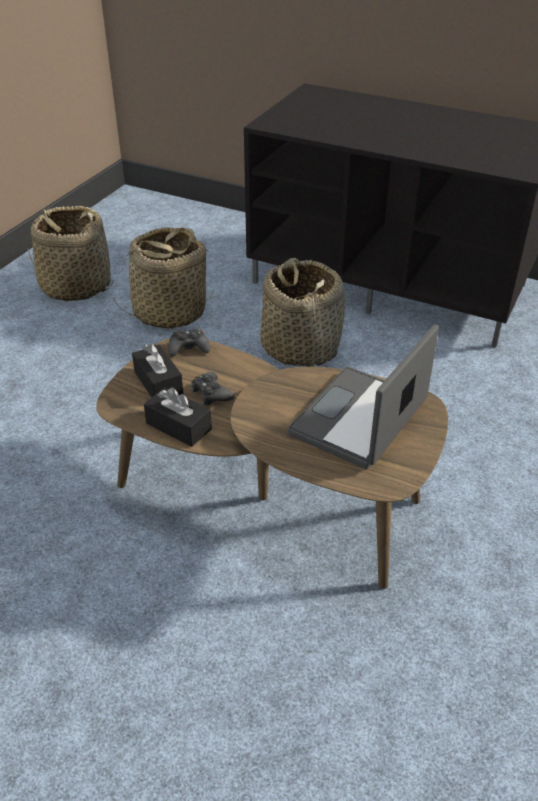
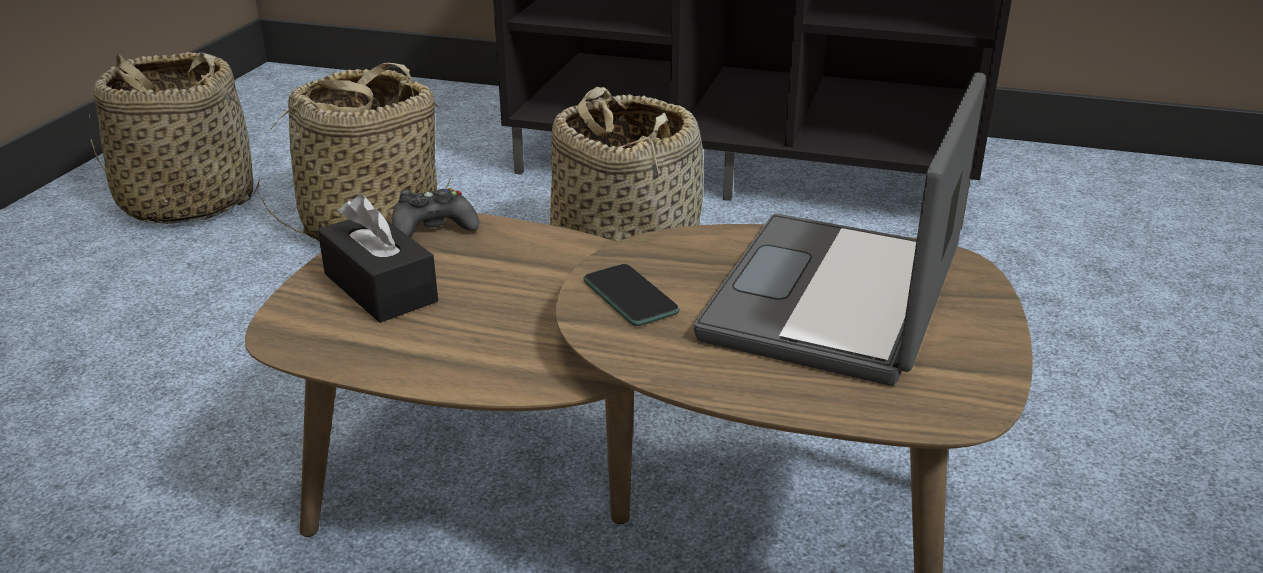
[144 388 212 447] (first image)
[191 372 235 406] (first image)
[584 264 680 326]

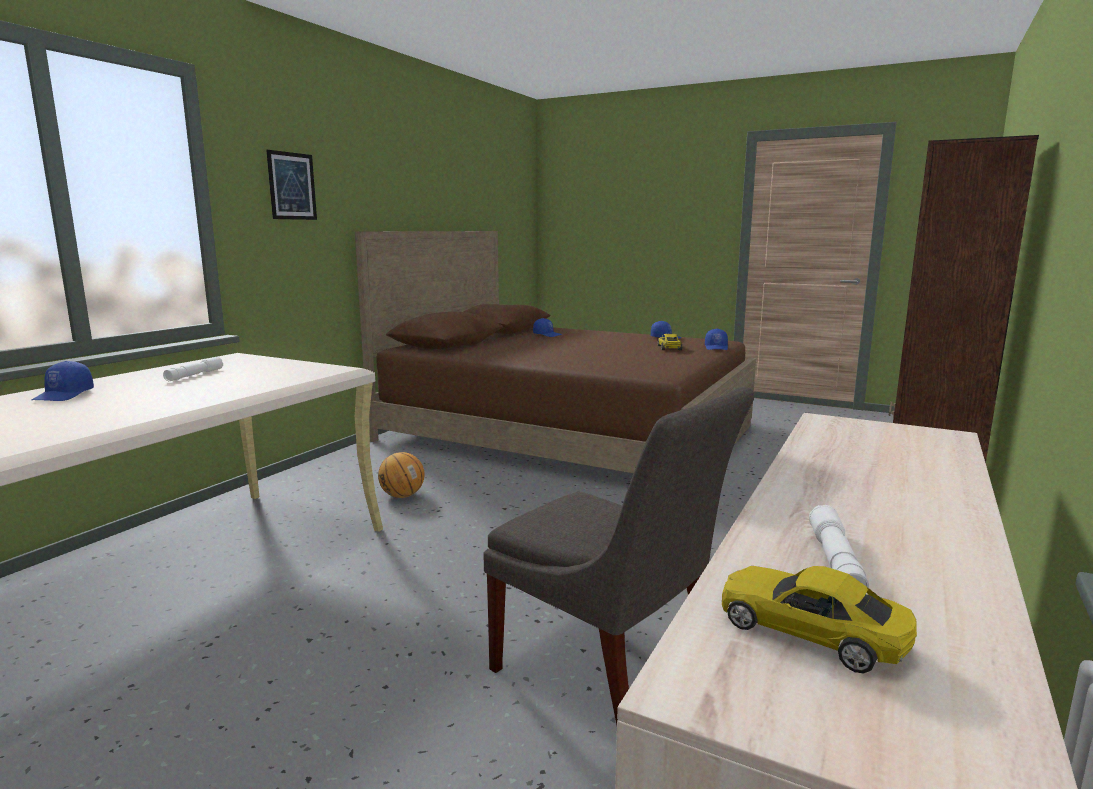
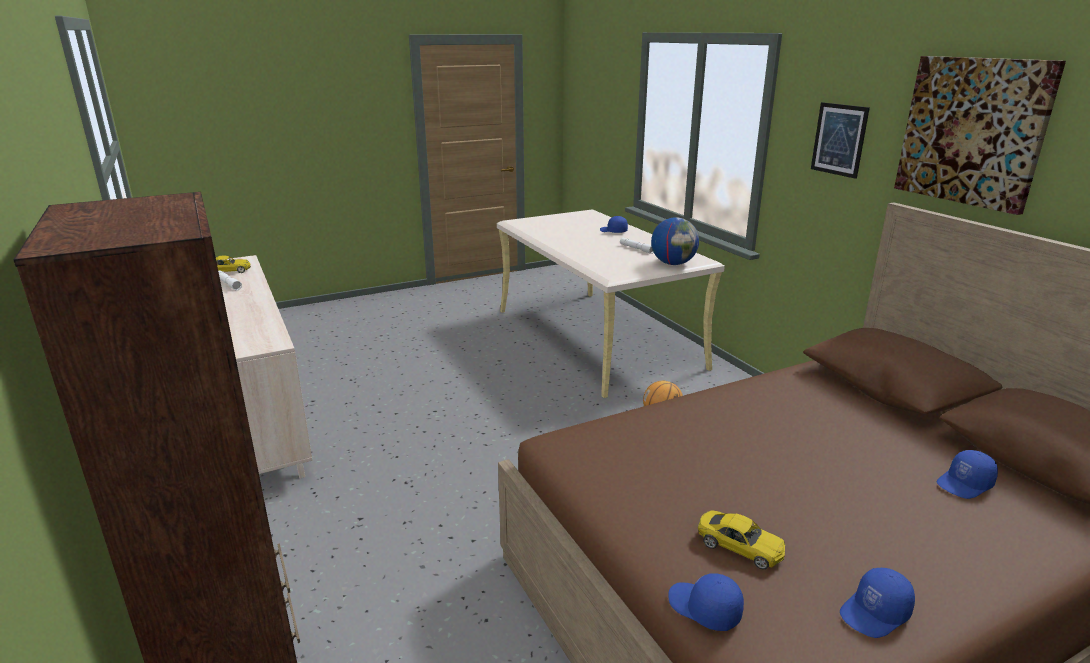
[483 387 754 725] (first image)
[651 217 699 265]
[894 56 1066 215]

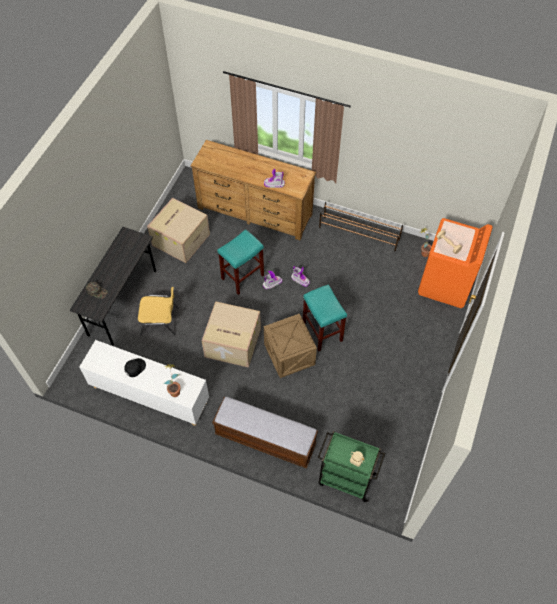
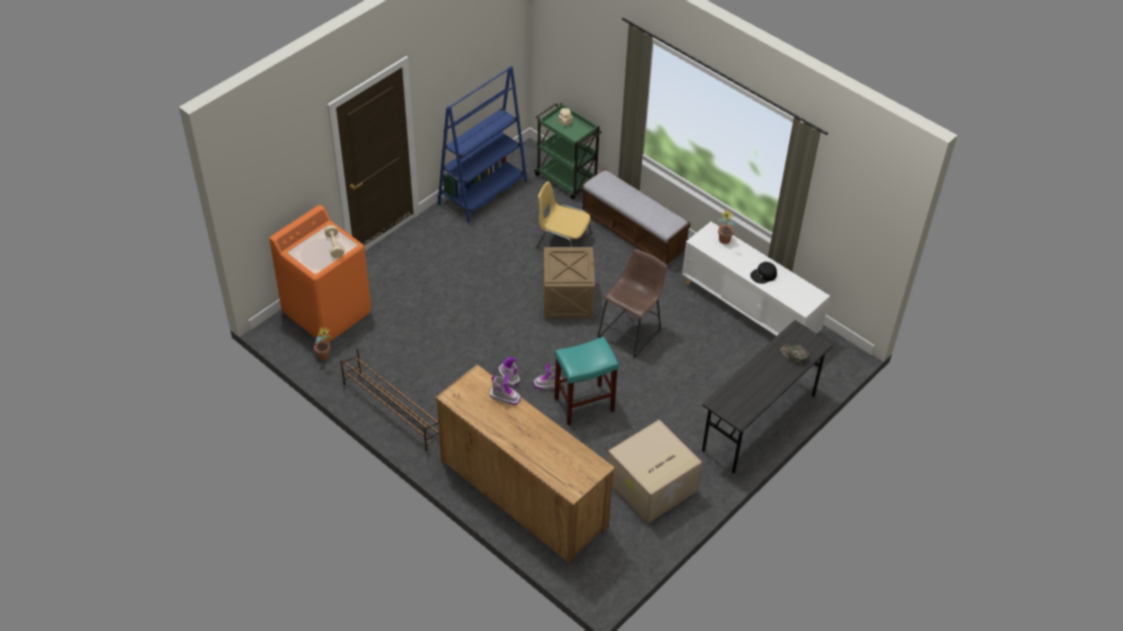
[536 181 593 248]
[598 249 667 358]
[303 284 347 351] (first image)
[437 66 527 223]

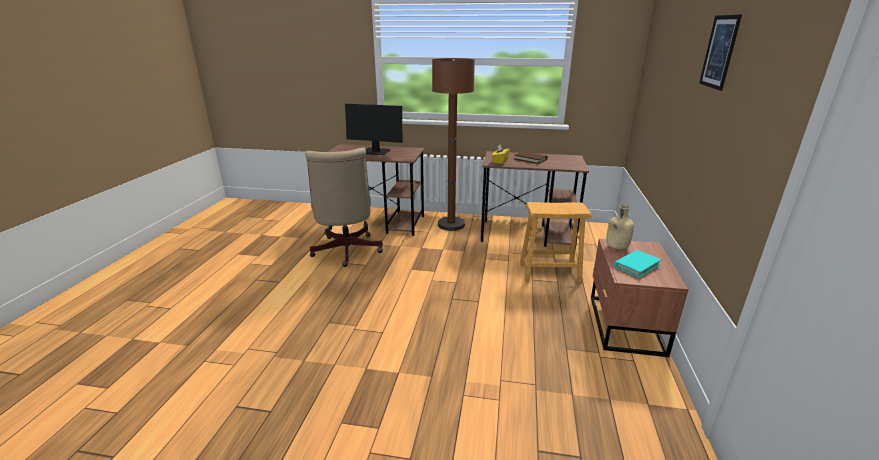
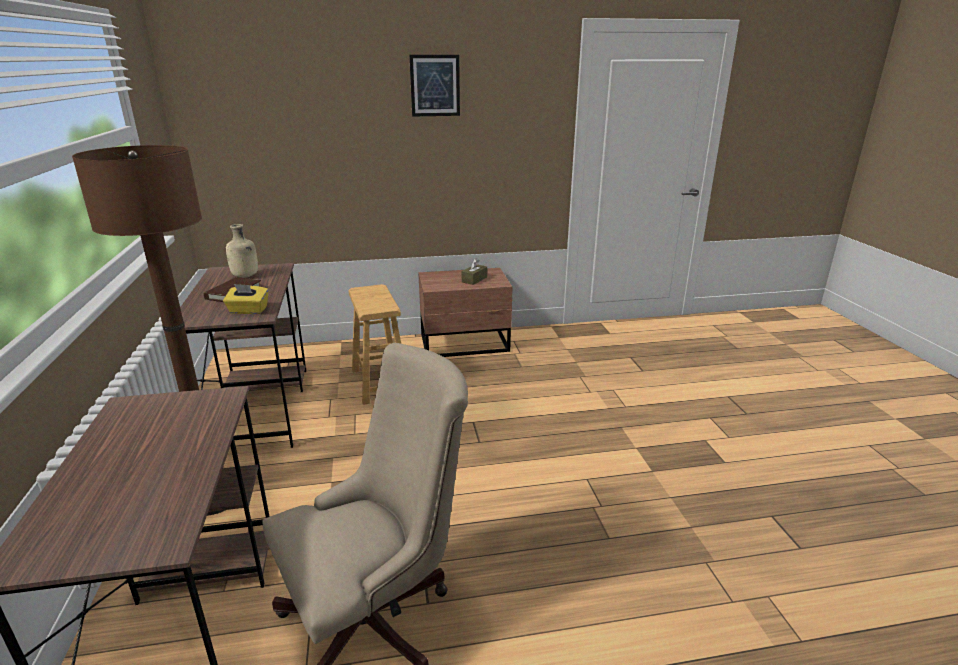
[345 104 402 155] (first image)
[226 224 258 278]
[462 258 487 285]

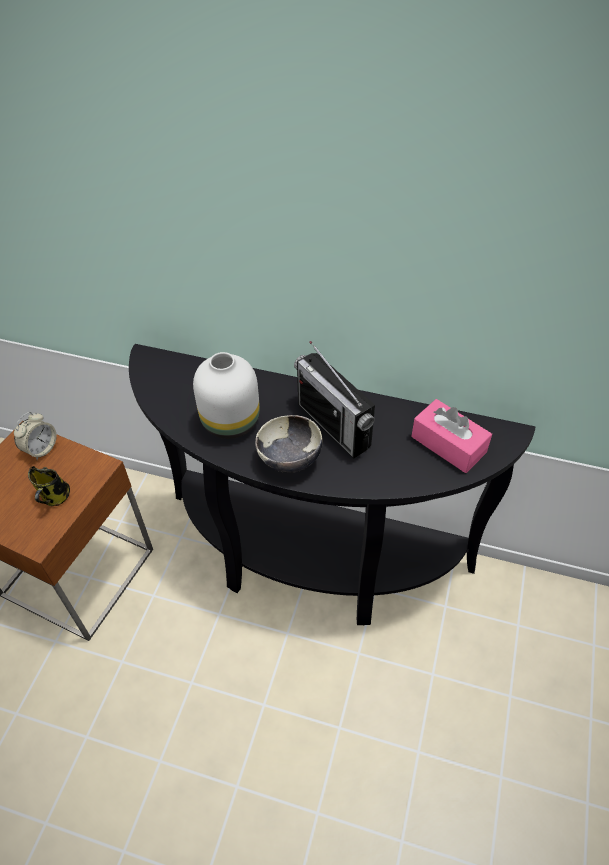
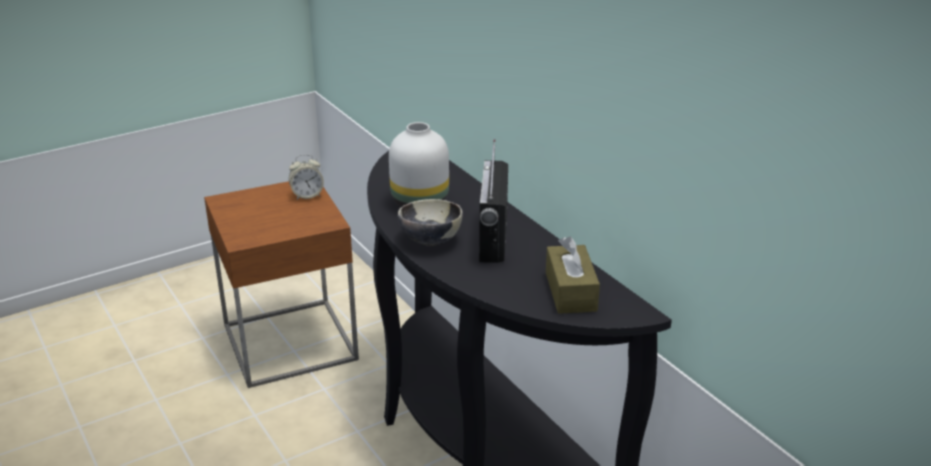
[28 466 70 506] (first image)
[546 237 600 314]

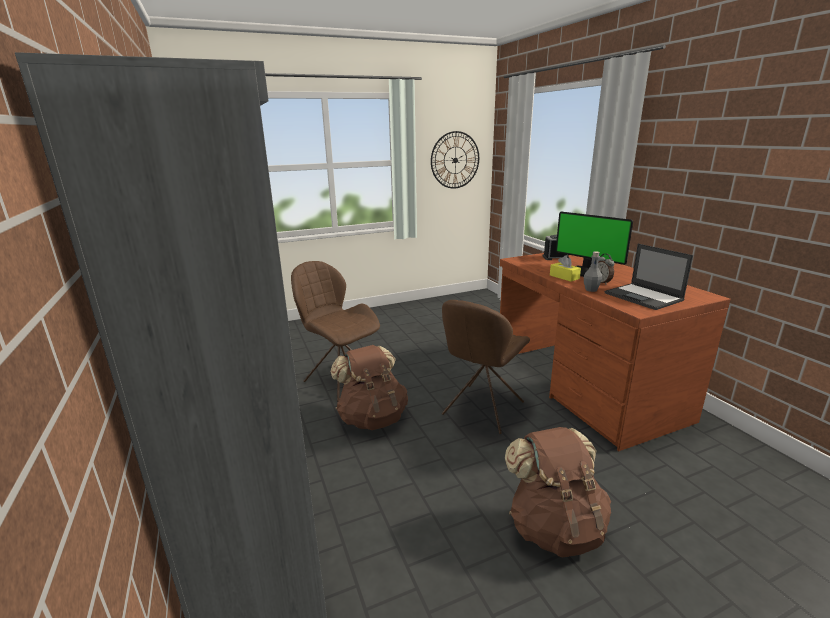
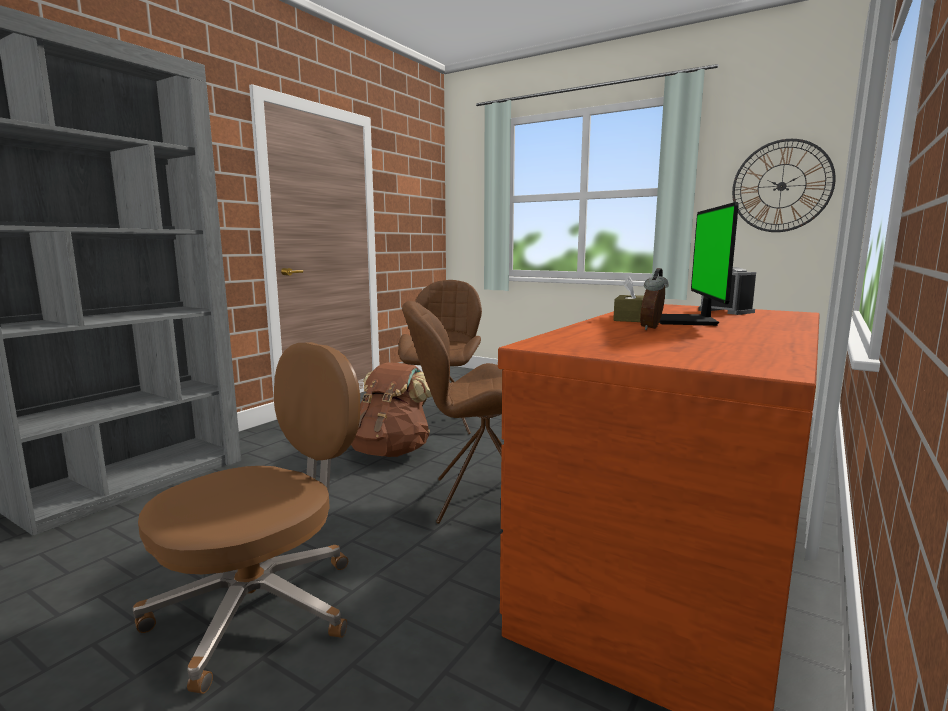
[133 342 360 694]
[613 277 644 322]
[584 251 602 292] (first image)
[605 244 693 310] (first image)

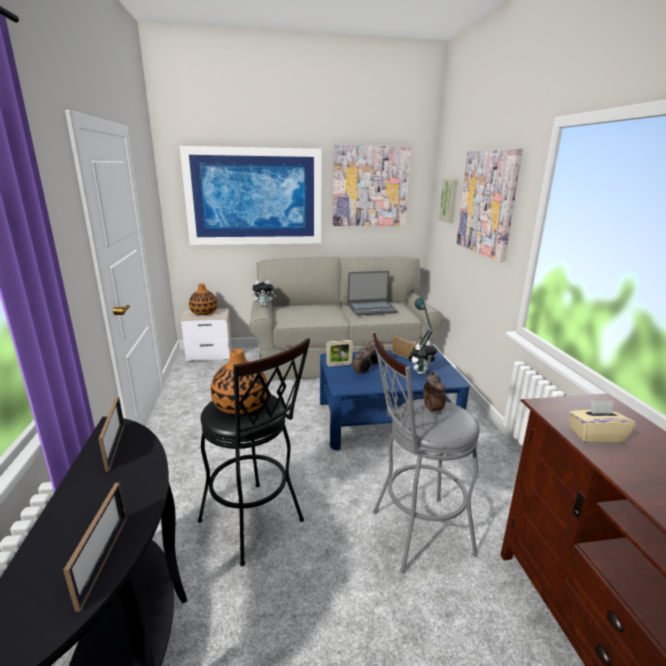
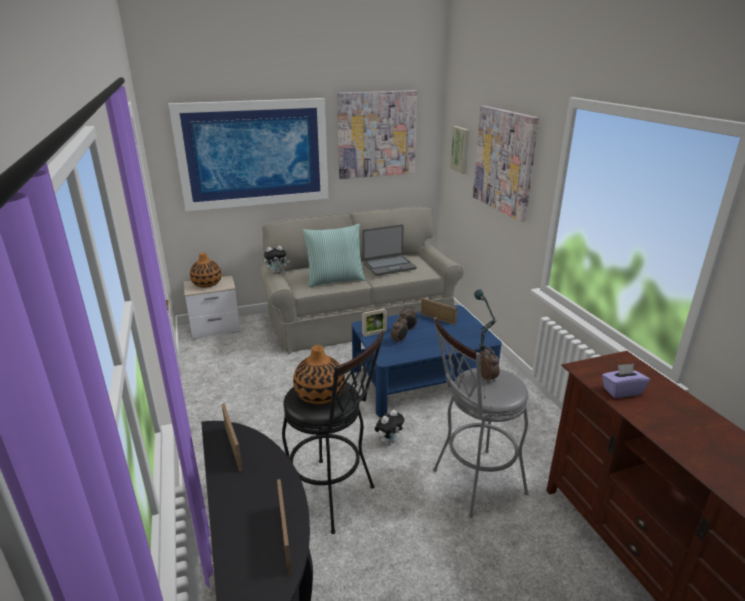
[375 410 404 445]
[602 364 650 398]
[302 224 366 287]

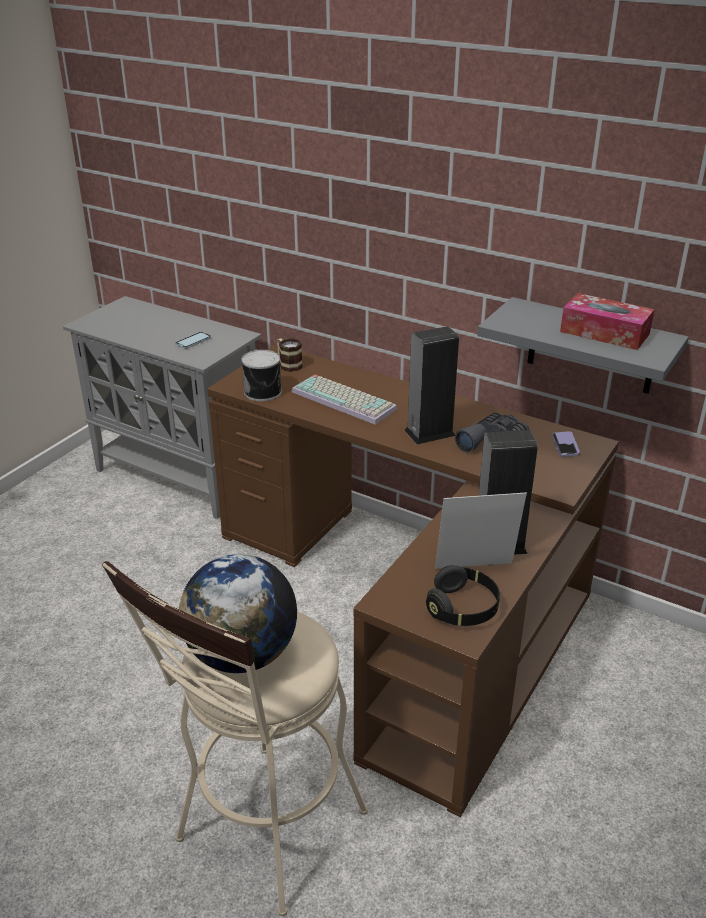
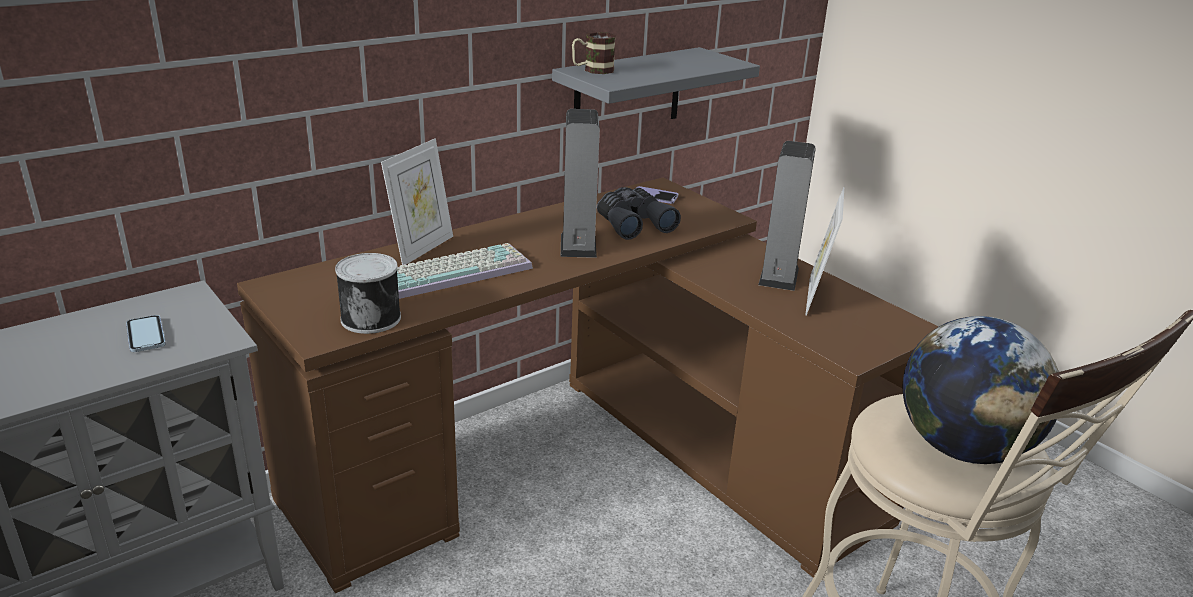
[572 32 616 74]
[426 565 500 626] (first image)
[560 293 654 350] (first image)
[381 138 453 265]

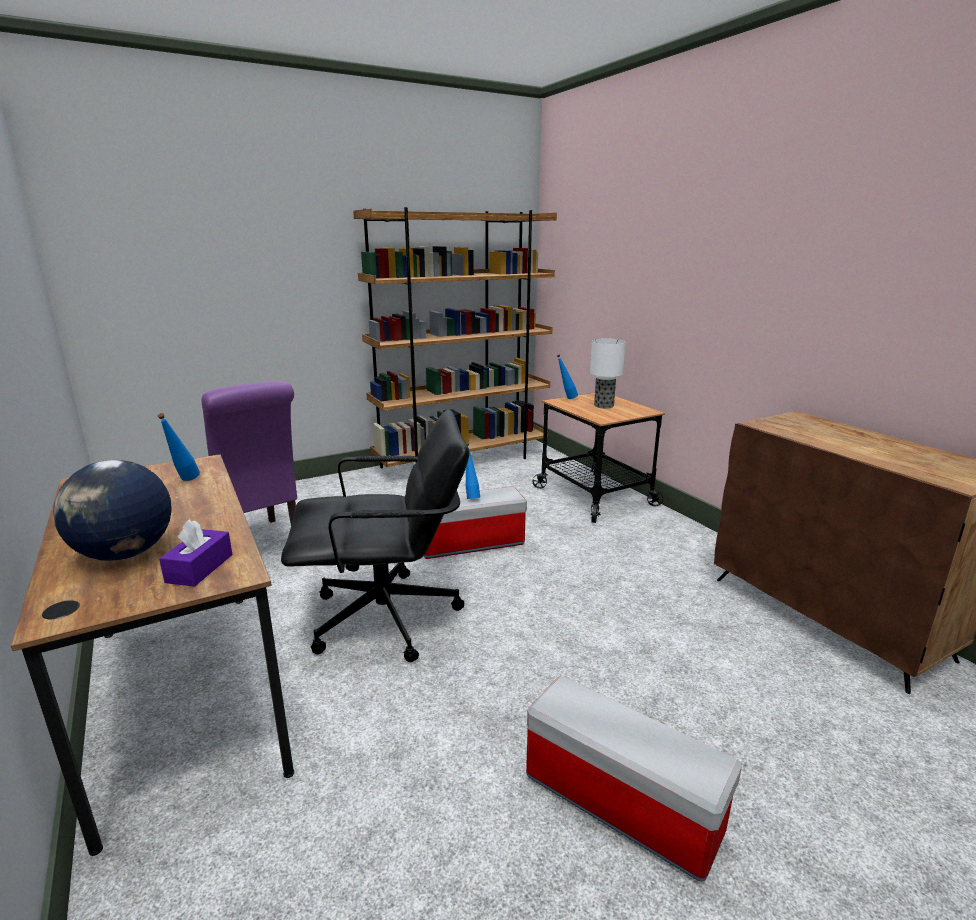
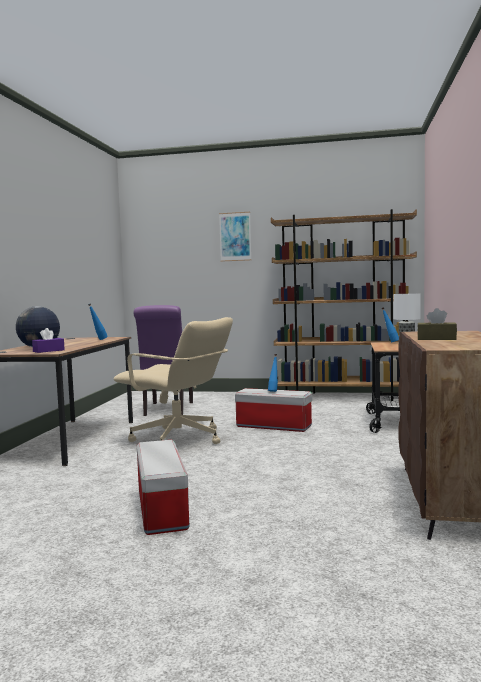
[113 317 233 444]
[219 212 251 262]
[417 308 457 340]

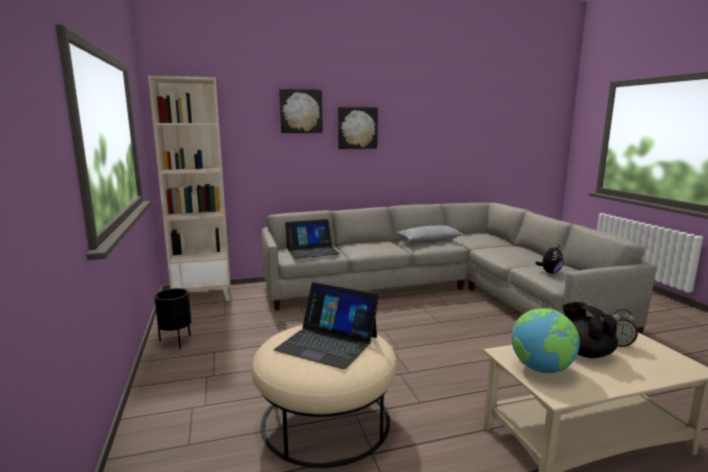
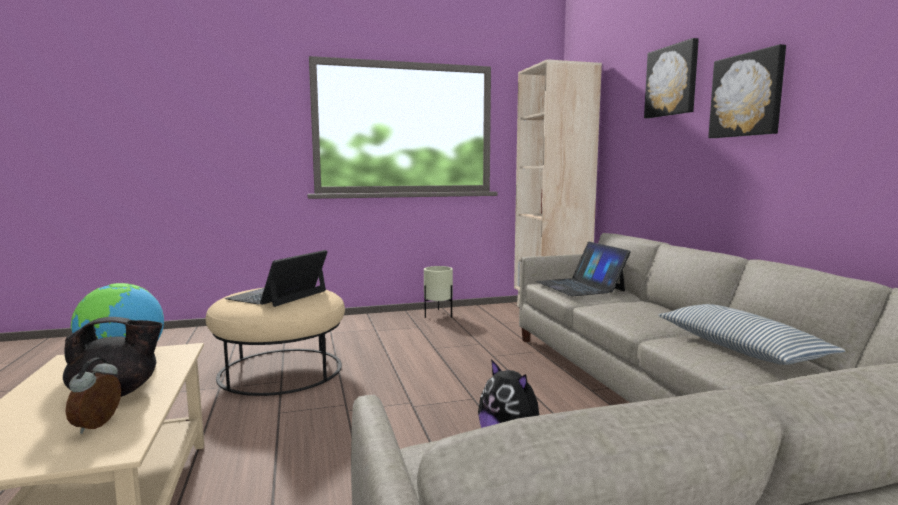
[424 266 453 318]

